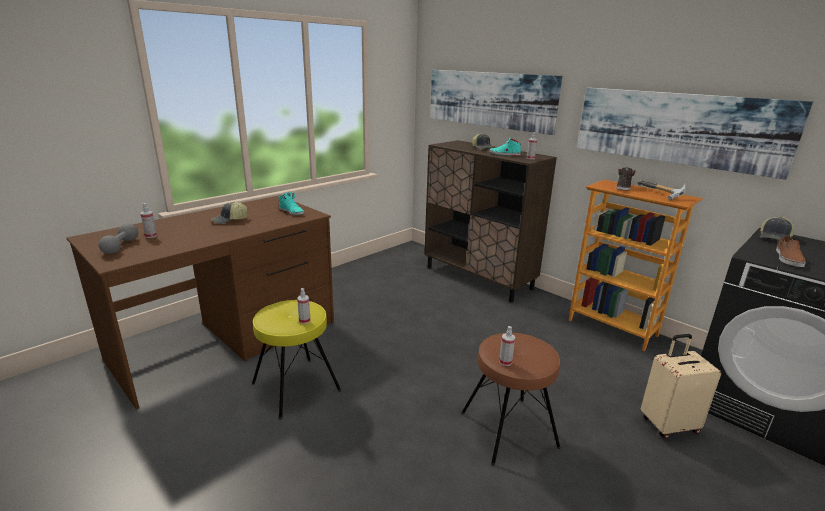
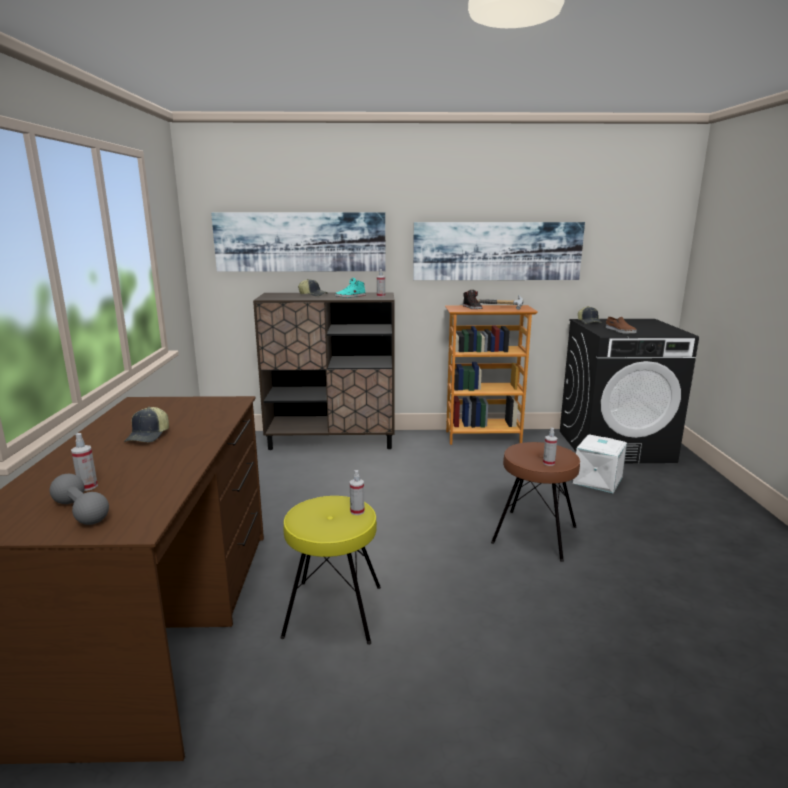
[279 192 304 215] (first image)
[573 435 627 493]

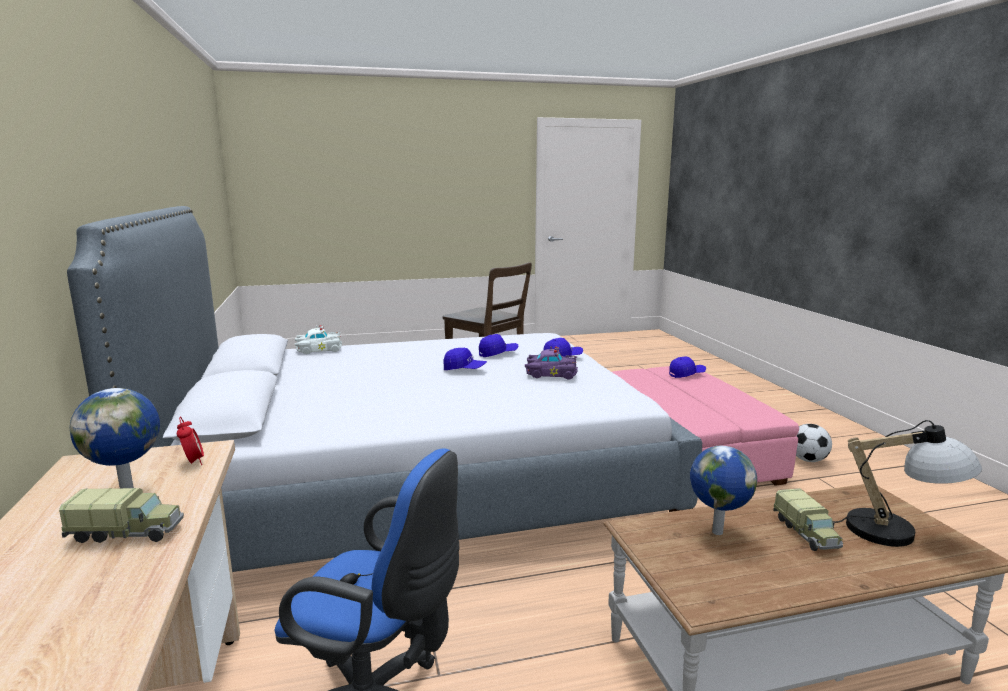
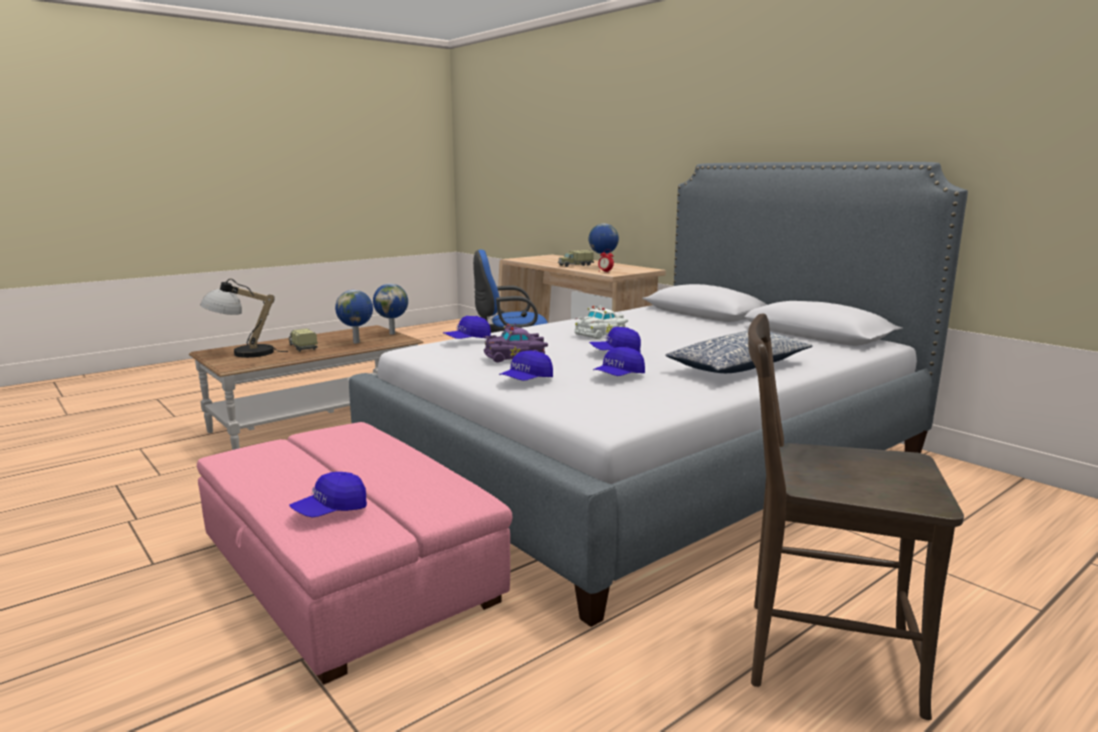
[574 304 628 339]
[796 424 832 462] (first image)
[373 284 408 335]
[443 316 491 339]
[665 331 812 373]

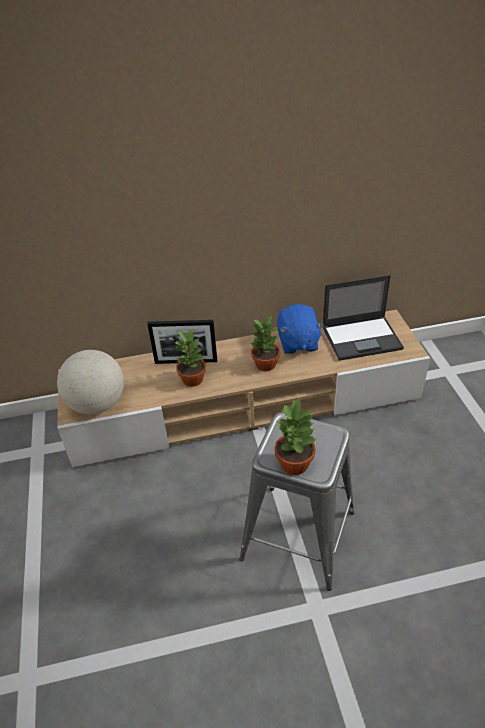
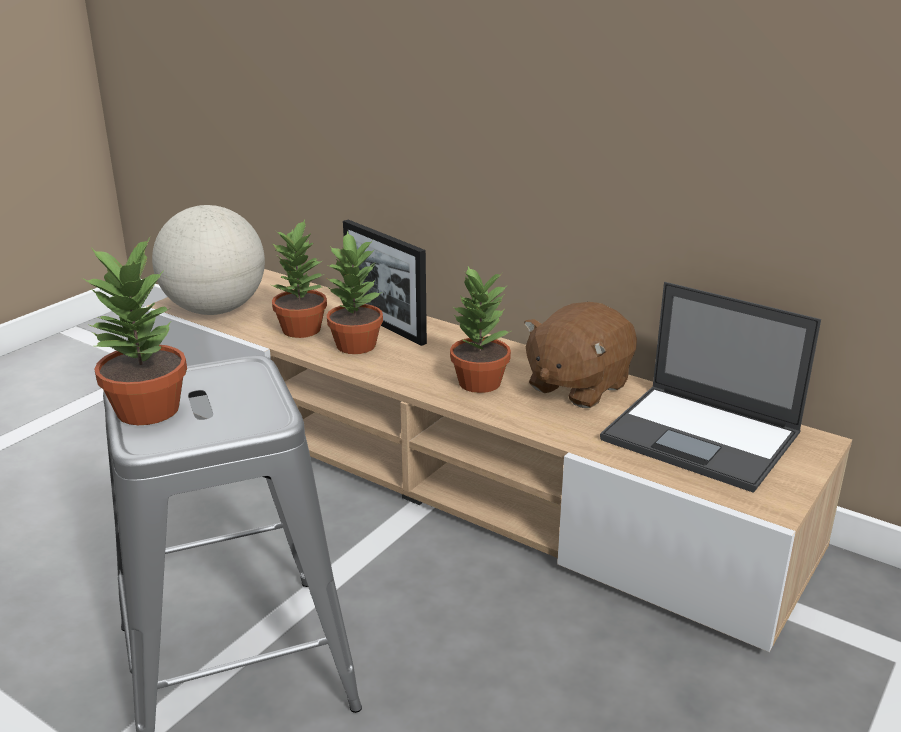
[524 302 637 408]
[272 219 327 338]

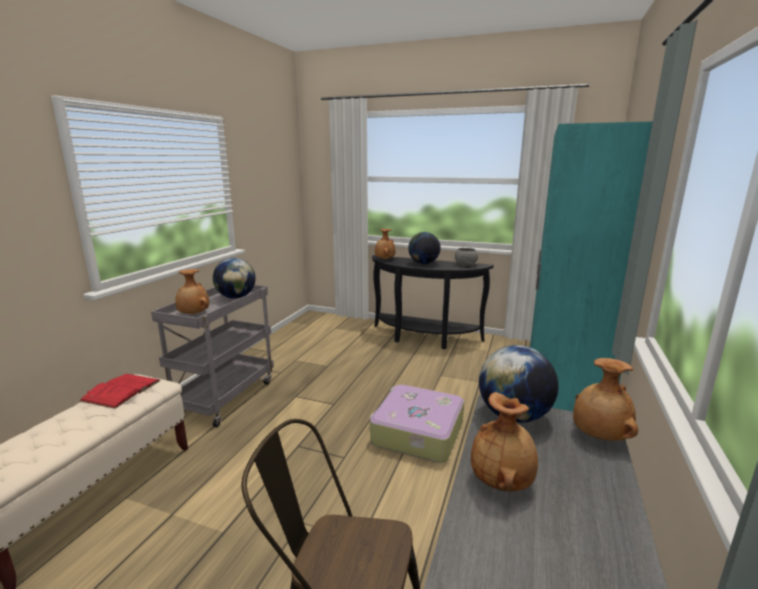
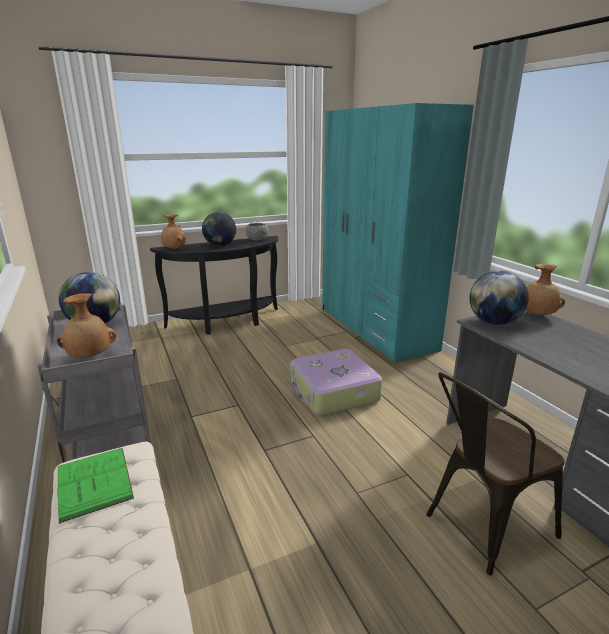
[57 448 134 524]
[471 392 538 491] (first image)

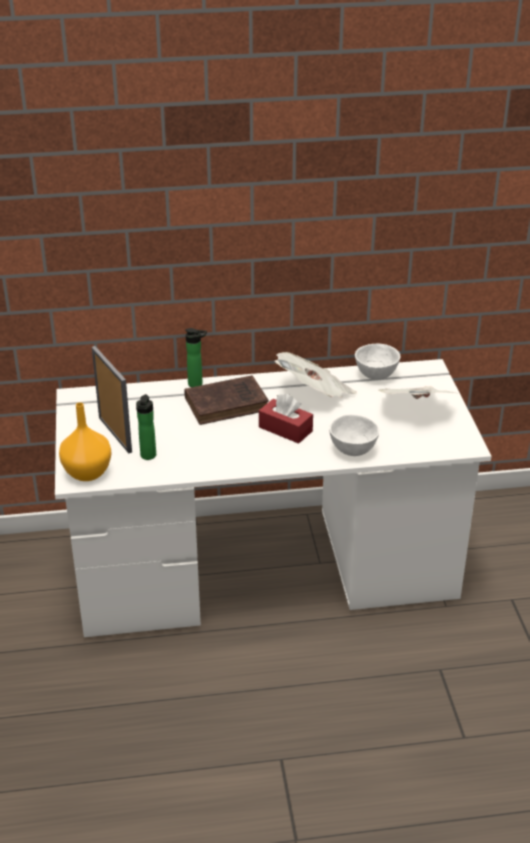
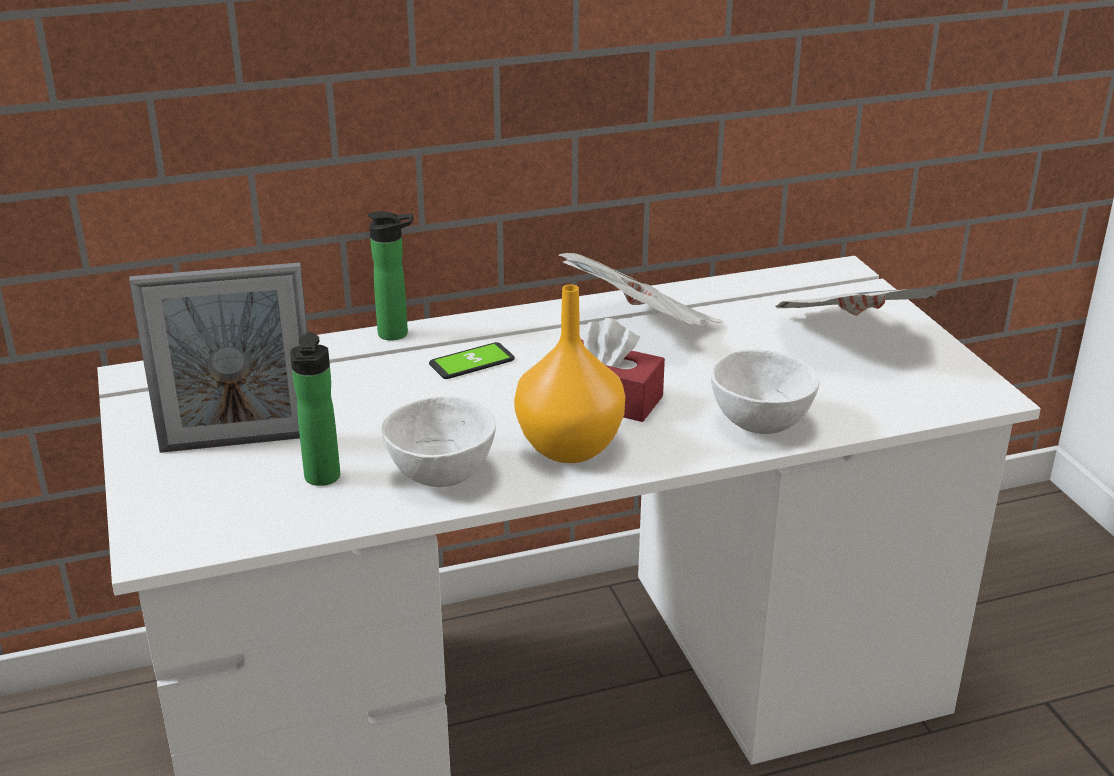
[514 285 625 463]
[129 262 308 453]
[429 342 515 379]
[381 396 496 487]

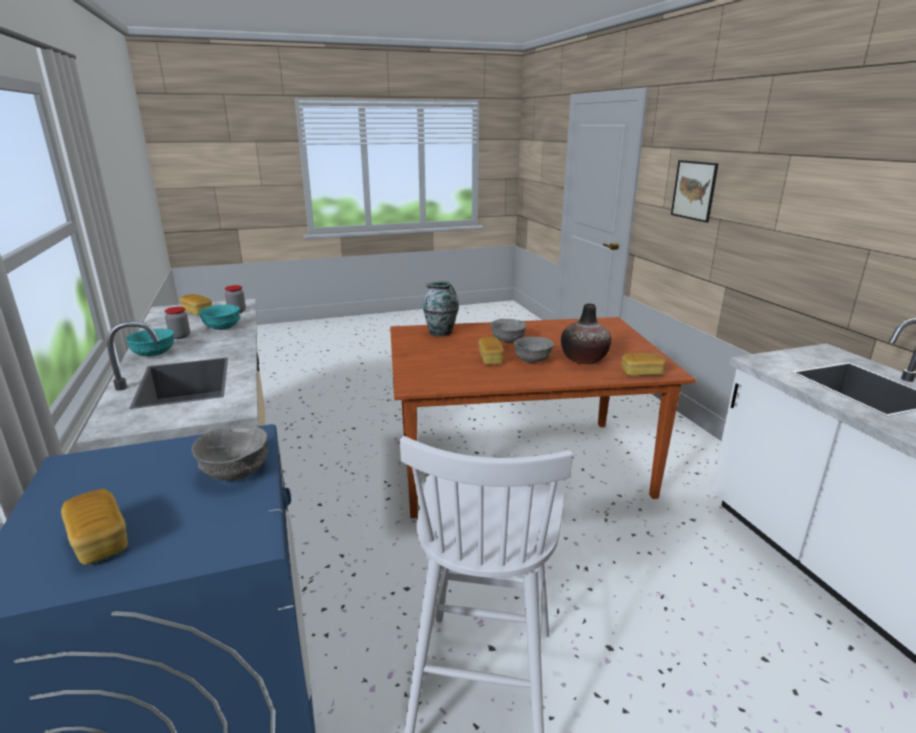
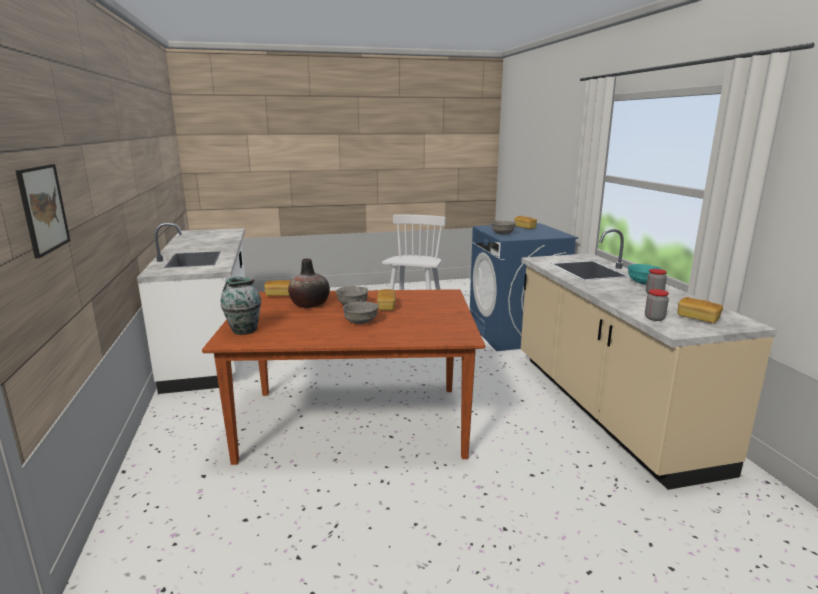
[198 305 240 330] (first image)
[221 277 261 335]

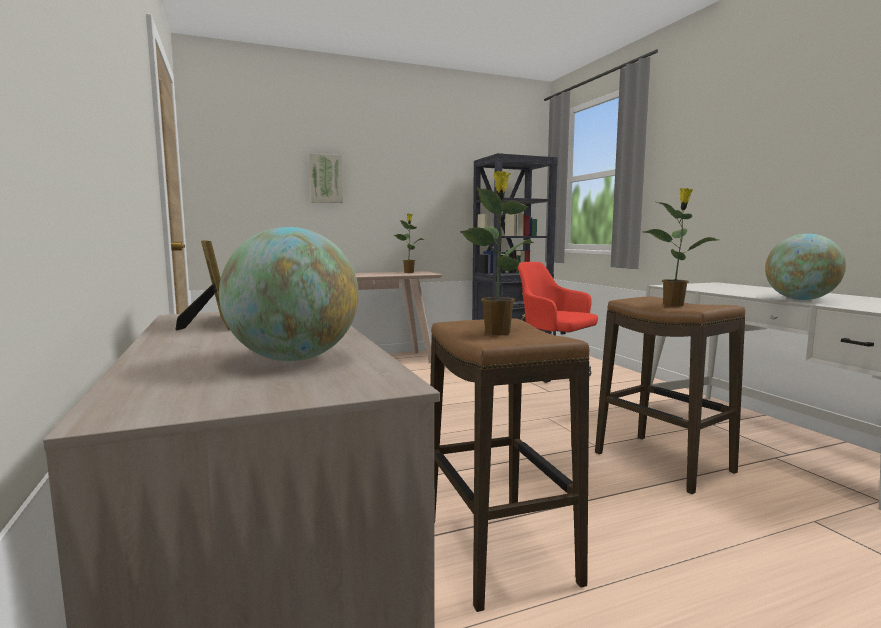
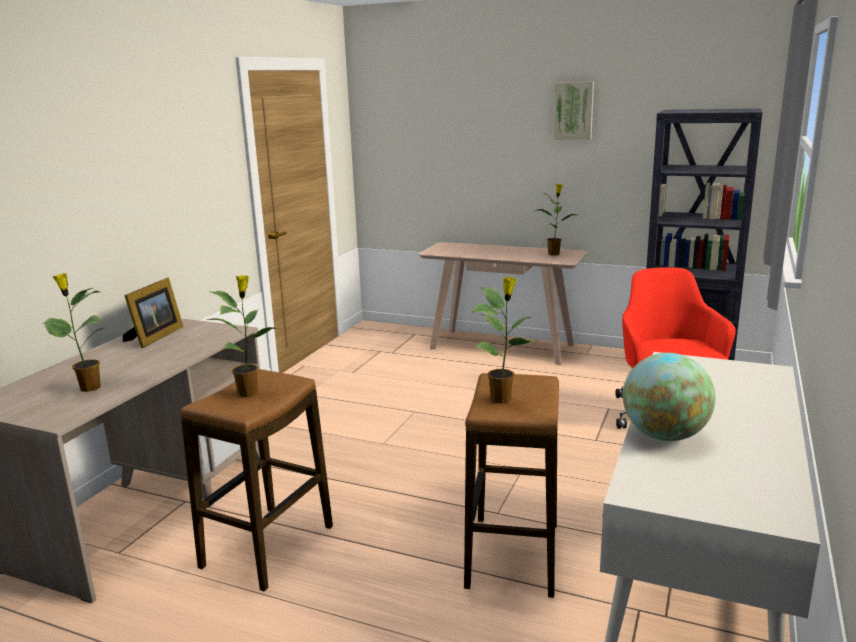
[42 273 104 392]
[554 82 594 140]

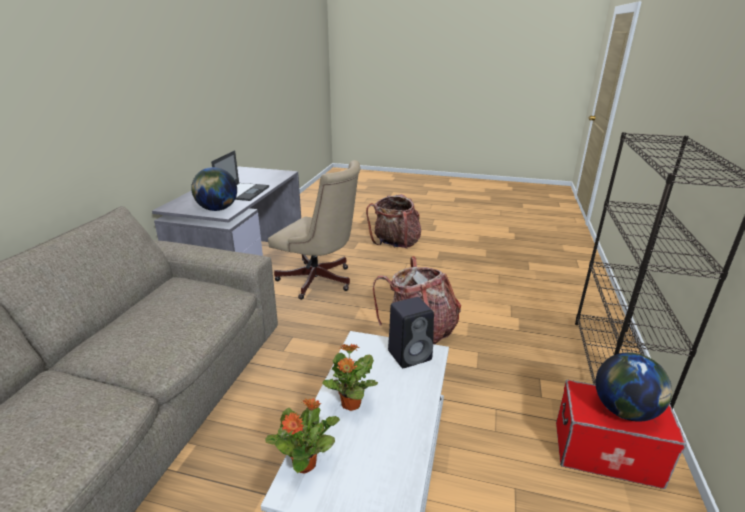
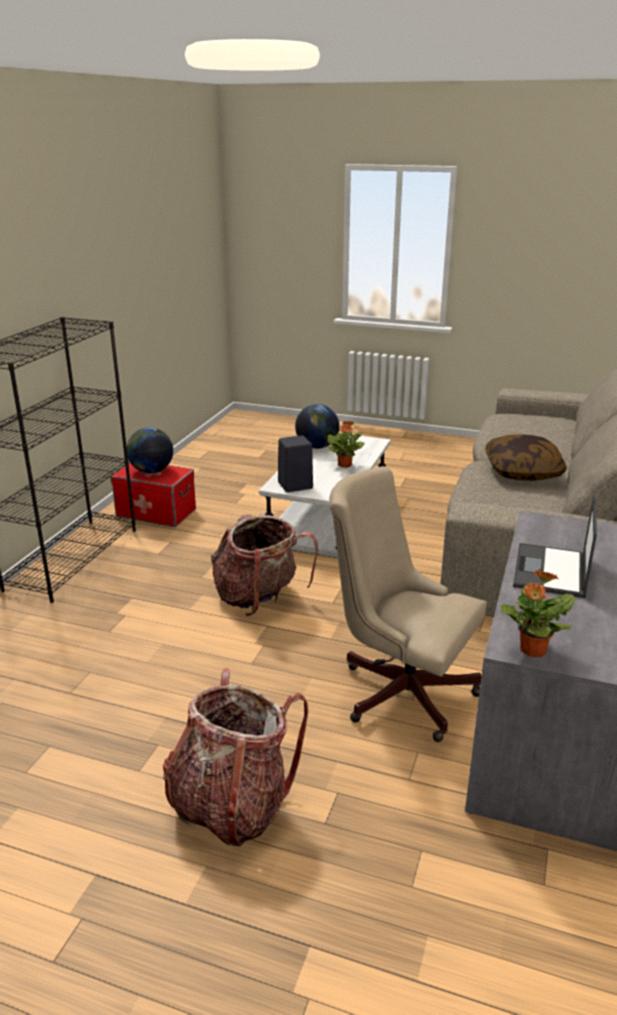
[295 404 340 449]
[500 568 575 657]
[485 434 567 481]

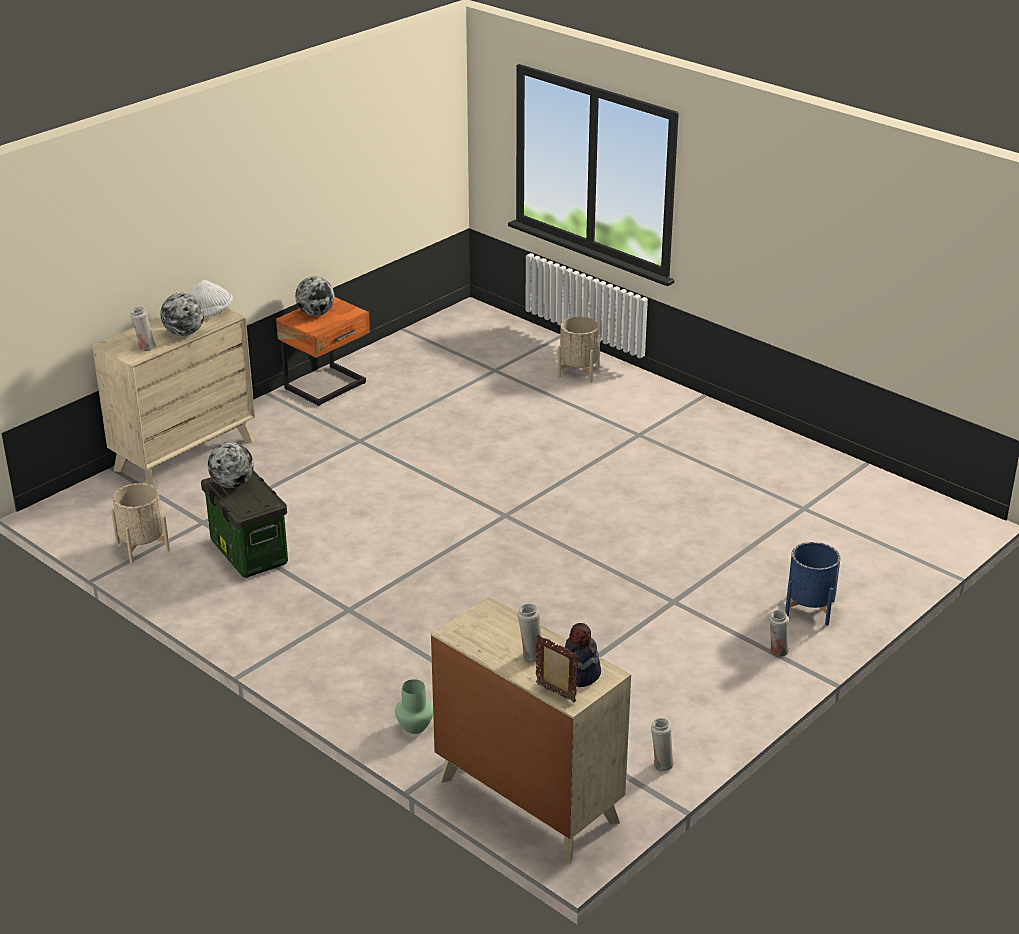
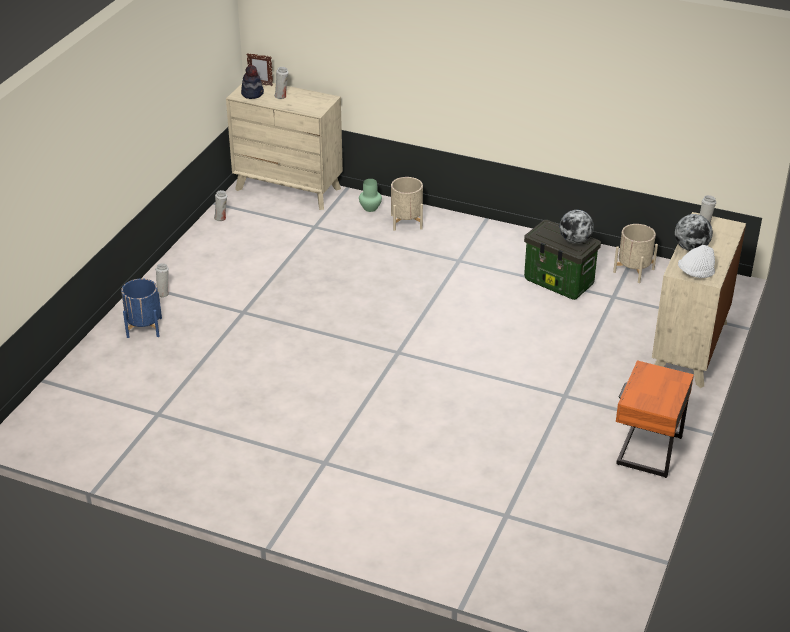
[295 277 335 316] (first image)
[391 177 423 231]

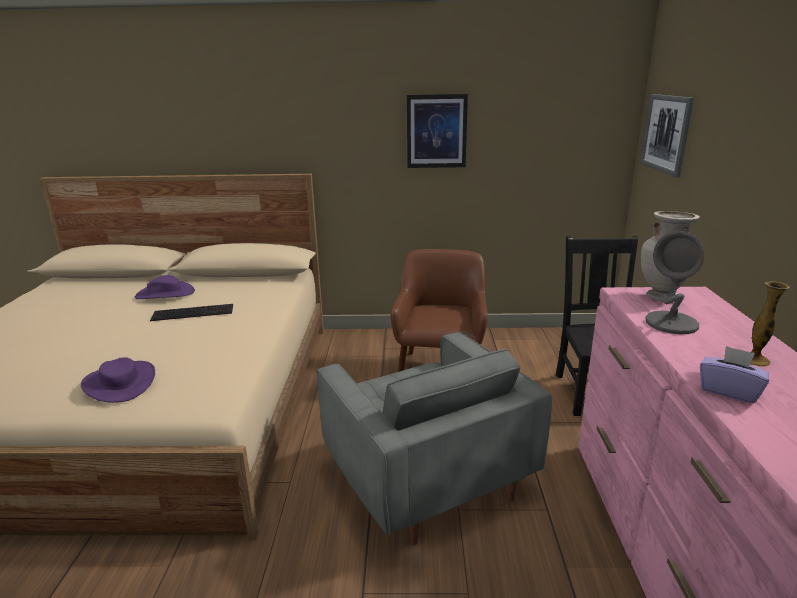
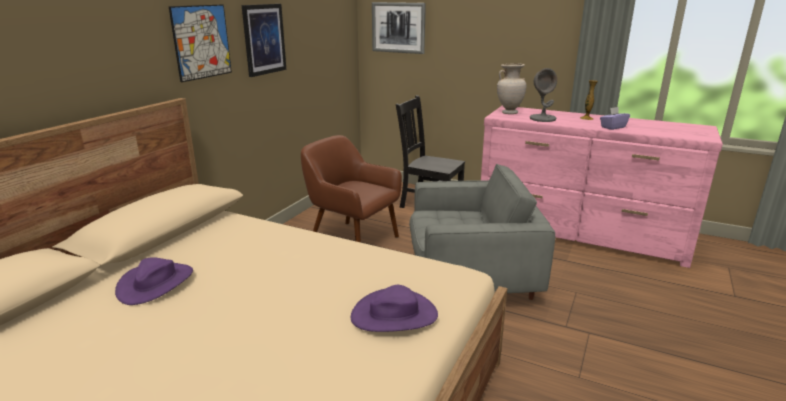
[150 304 233 321] (first image)
[169 4 232 82]

